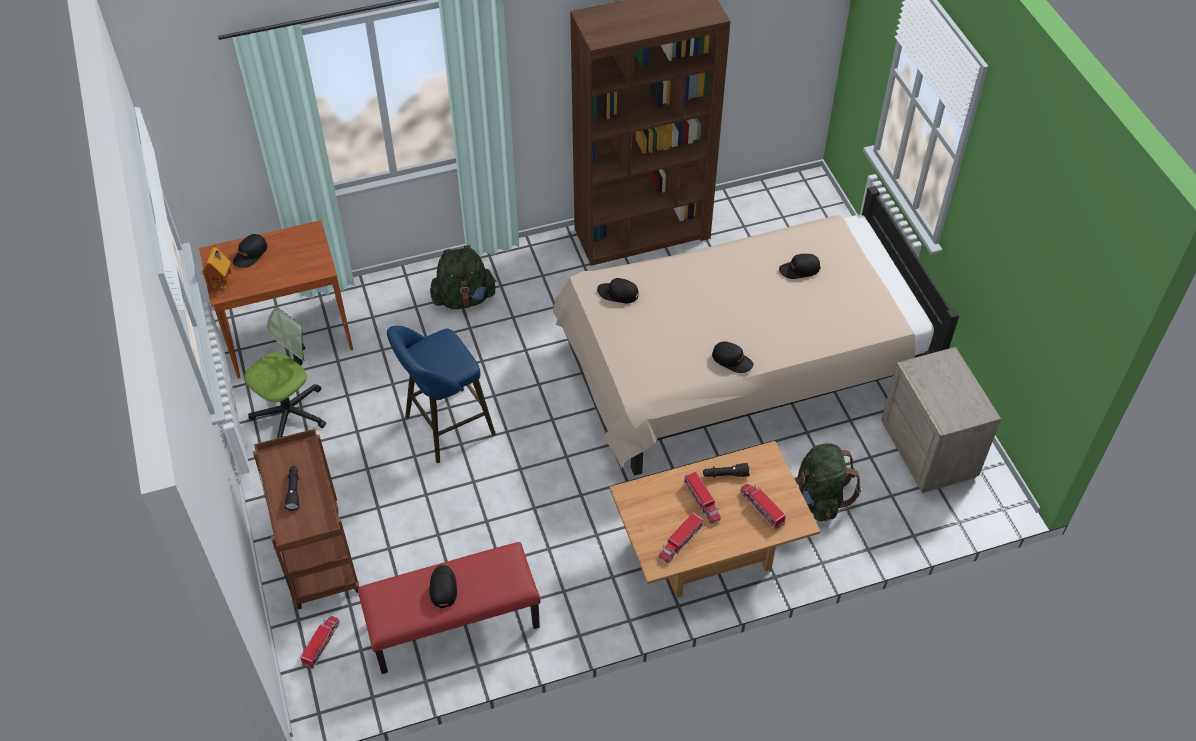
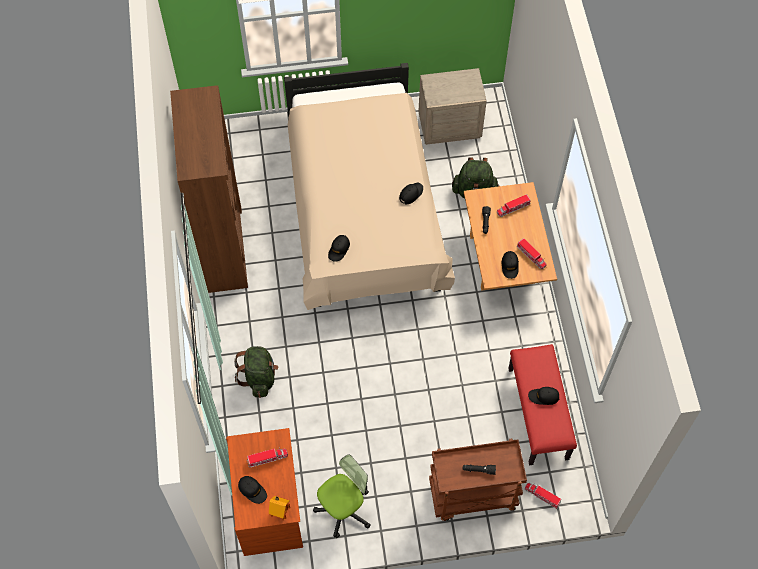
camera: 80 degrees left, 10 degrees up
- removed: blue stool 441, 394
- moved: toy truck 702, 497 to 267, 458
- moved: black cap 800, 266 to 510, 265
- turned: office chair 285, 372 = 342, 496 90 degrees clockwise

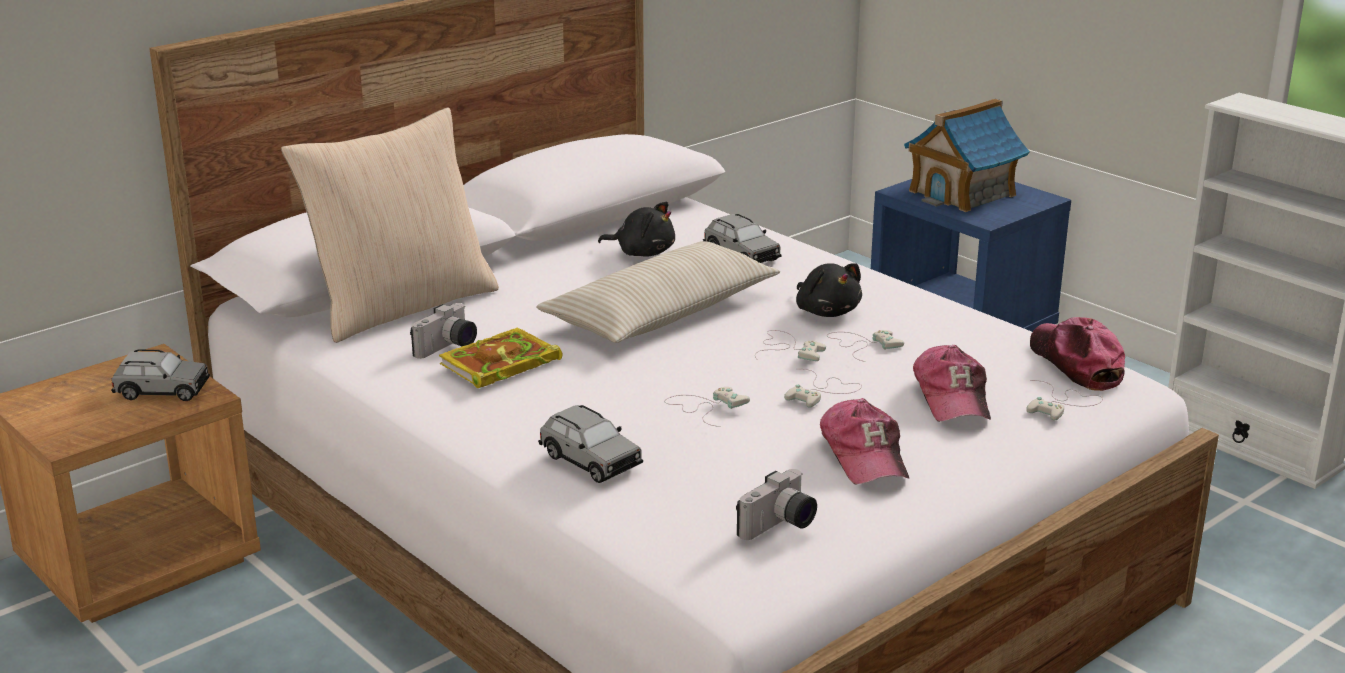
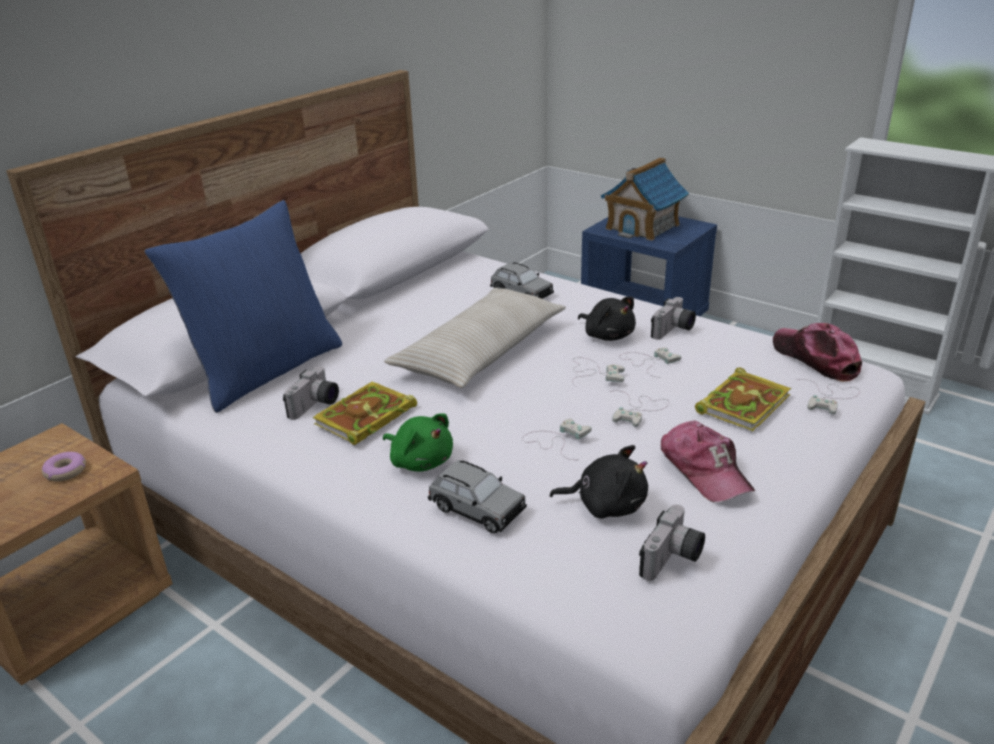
camera: 10 degrees left, 5 degrees up
- added: green plush toy 418, 442
- added: photo camera 673, 318
- moved: black plush toy 636, 229 to 599, 482
- replaced: grey toy car 160, 375 to donut 64, 466
- replaced: cap 952, 383 to book 743, 399
- recoloured: beige pillow 390, 225 to blue pillow 243, 306

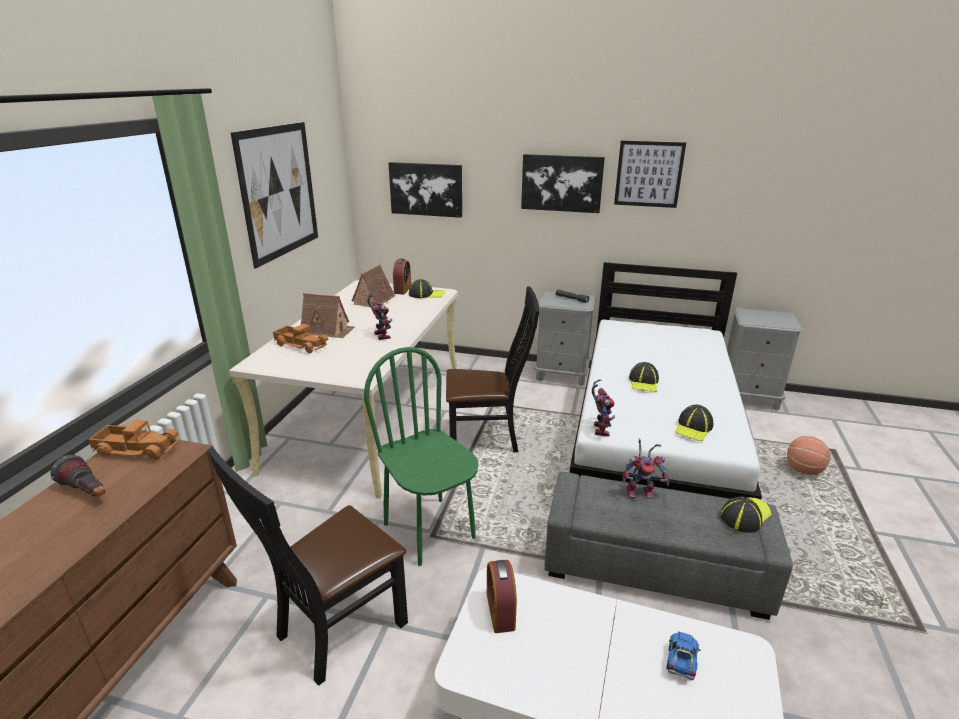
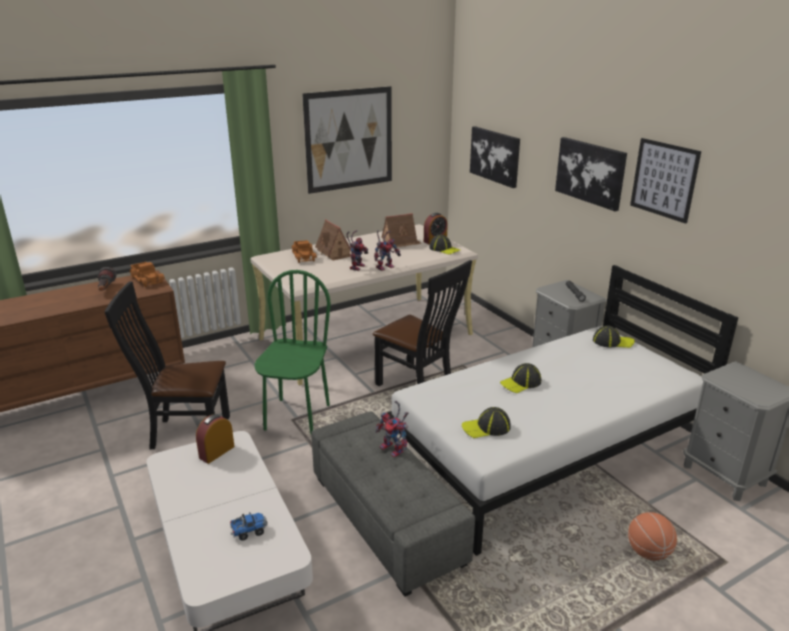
camera: 45 degrees right, 0 degrees up
- moved: toy robot 603, 407 to 387, 250
- moved: cap 745, 515 to 614, 337

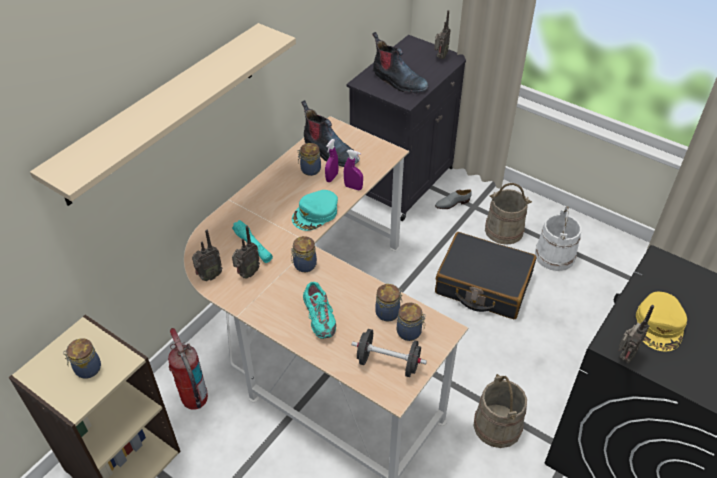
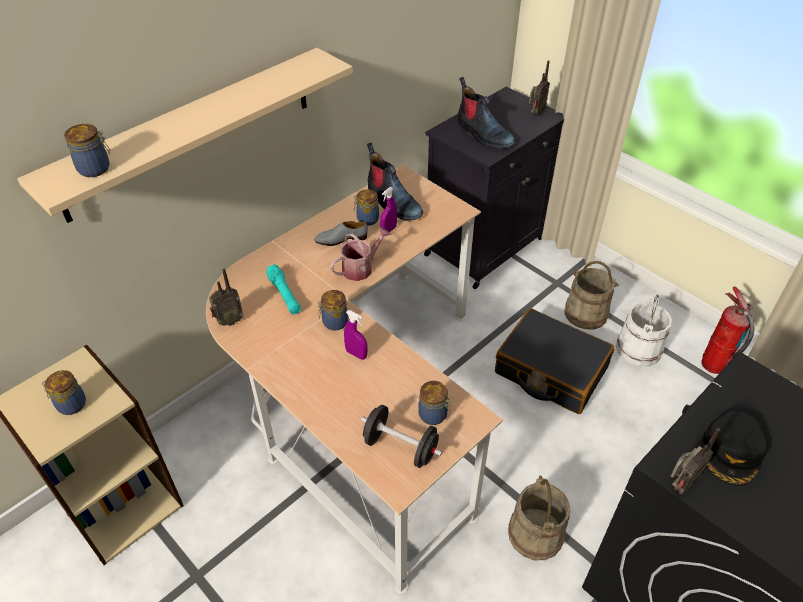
camera: 10 degrees right, 0 degrees up
- removed: radio 246, 252
- removed: turquoise shoe 319, 310
- moved: fire extinguisher 188, 369 to 728, 330
- moved: purple spray bottle 353, 170 to 356, 335
- moved: jar 388, 303 to 87, 150
- moved: grey shoe 453, 199 to 341, 233
- replaced: turquoise cap 315, 210 to watering can 360, 254
- recoloured: yellow cap 661, 322 to black cap 735, 448

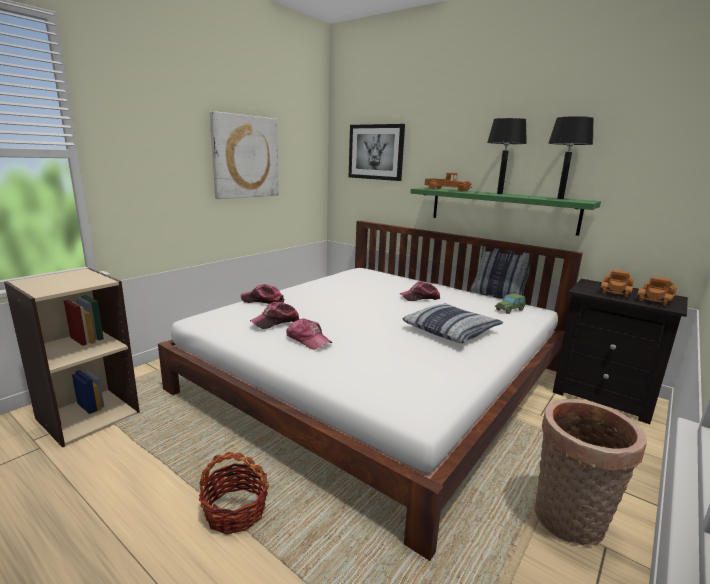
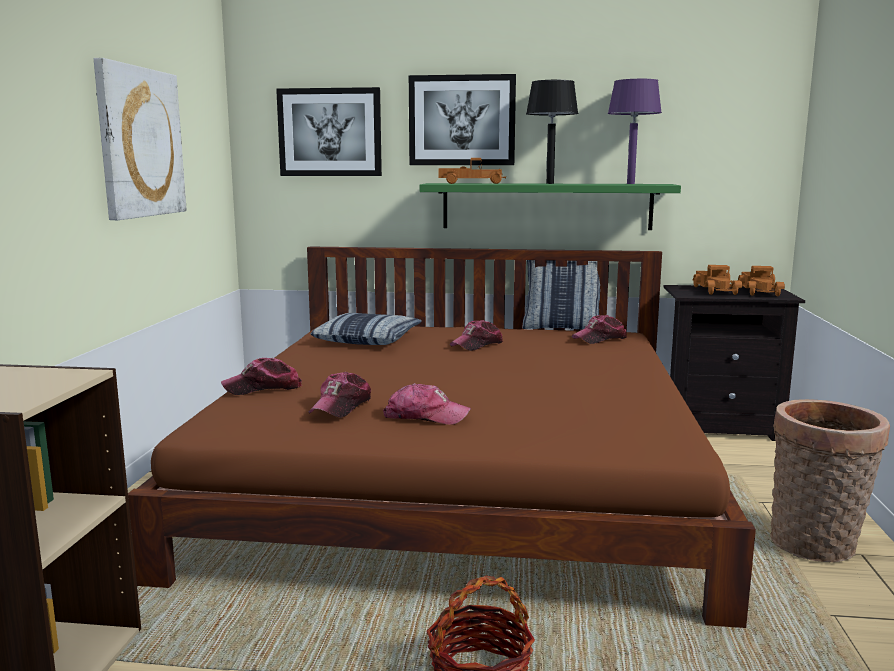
camera: 30 degrees left, 5 degrees down
- added: picture 462, 119
- moved: pillow 452, 323 to 366, 329
- replaced: toy car 510, 303 to cap 599, 329
- recoloured: white bed 370, 391 to brown bed 442, 437
- recoloured: black table lamp 571, 157 to purple table lamp 635, 131

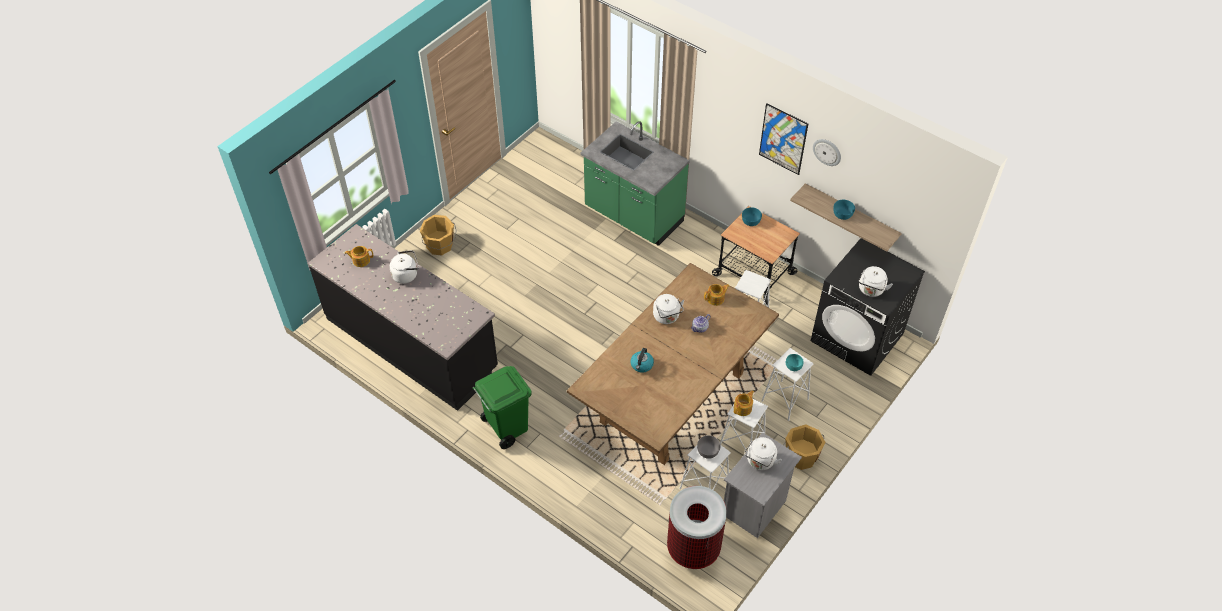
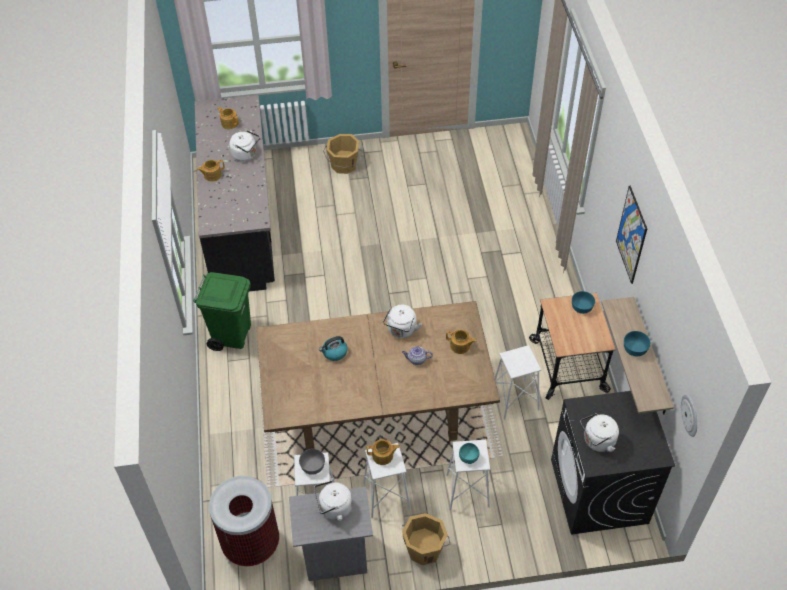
camera: 45 degrees right, 0 degrees up
- removed: green counter 635, 183
- added: teapot 211, 171
- moved: wall clock 827, 152 to 689, 415

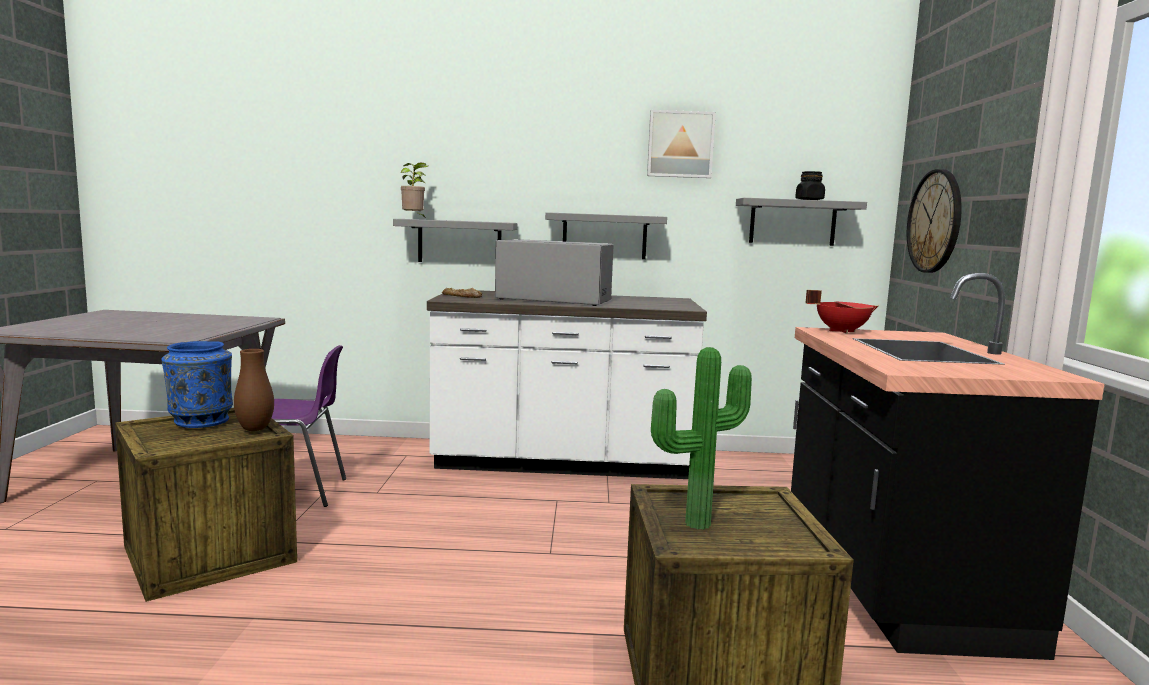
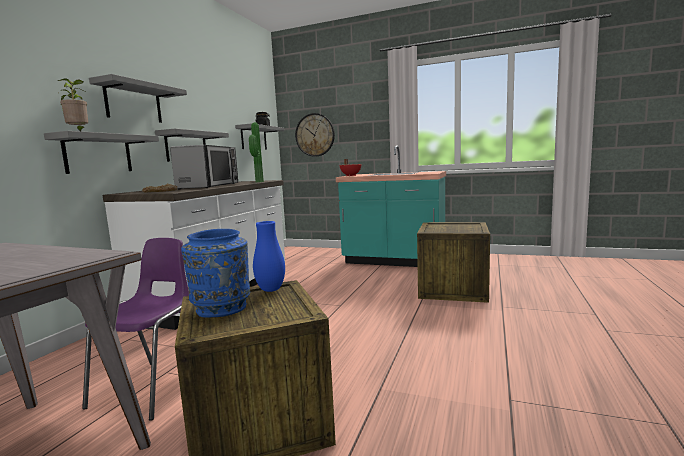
camera: 70 degrees left, 0 degrees up
- removed: picture 681, 144
- added: grey shelf 138, 98
- moved: potted plant 701, 438 to 256, 152
- recoloured: brown vase 254, 390 to blue vase 269, 256
- recoloured: black counter 947, 466 to turquoise counter 391, 206
- turned: microwave 554, 272 = 204, 167 150 degrees clockwise

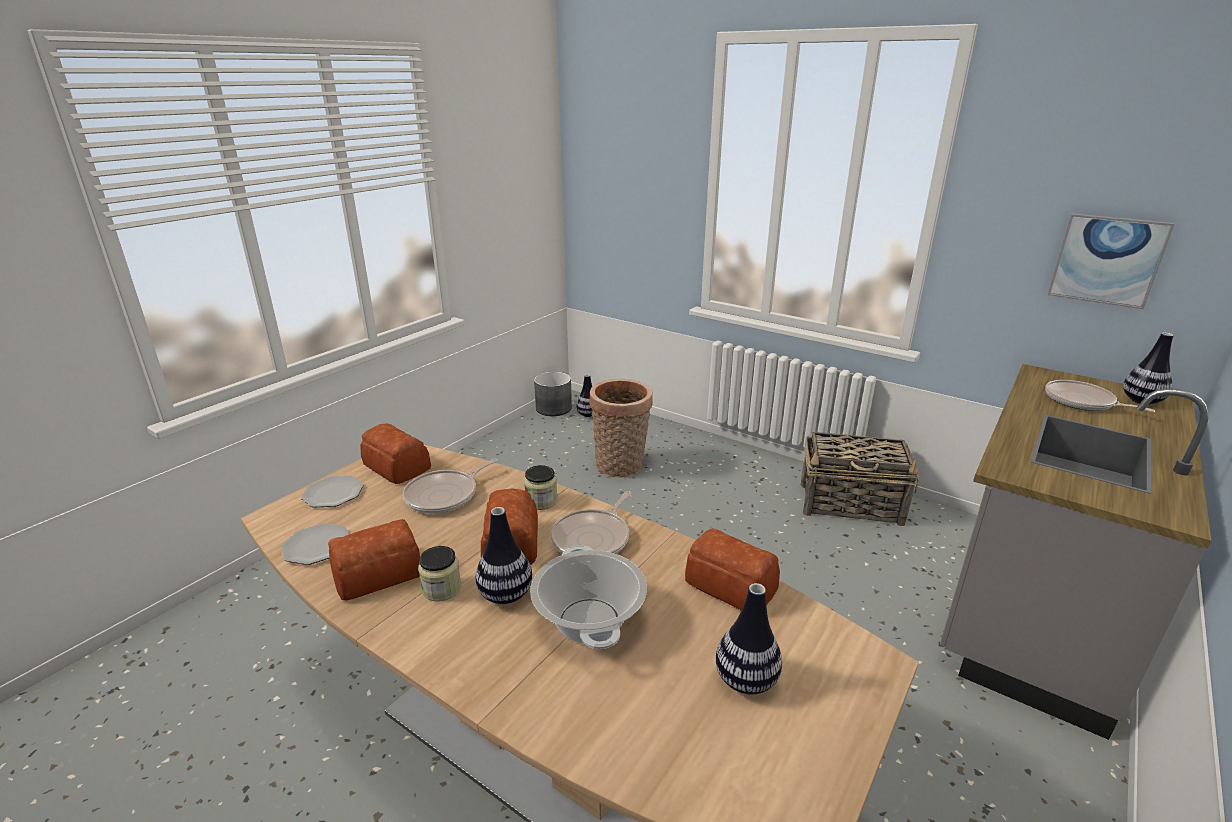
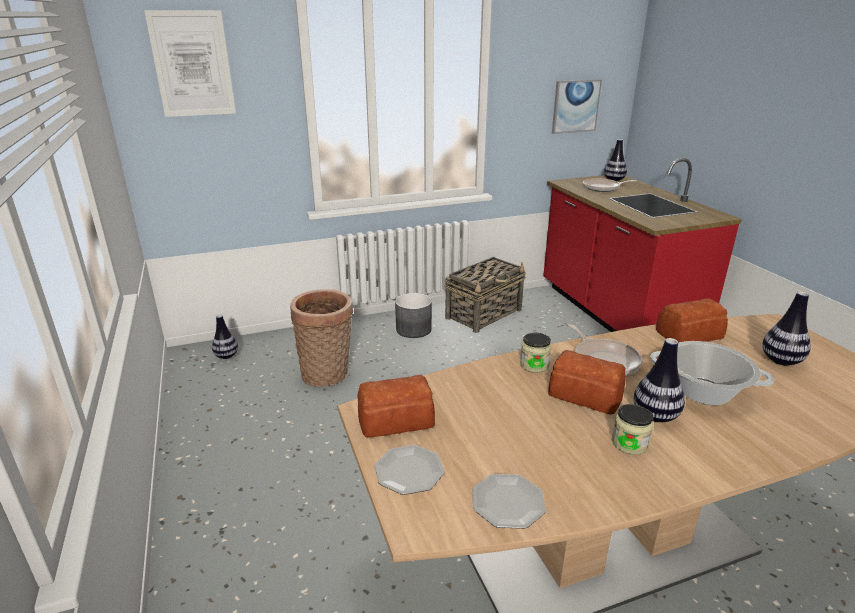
camera: 55 degrees left, 0 degrees up
- removed: bread 374, 559
- removed: frying pan 450, 486
- added: picture 190, 63
- moved: grey planter 553, 394 to 413, 315
- recoloured: grey counter 1075, 552 to red counter 642, 245

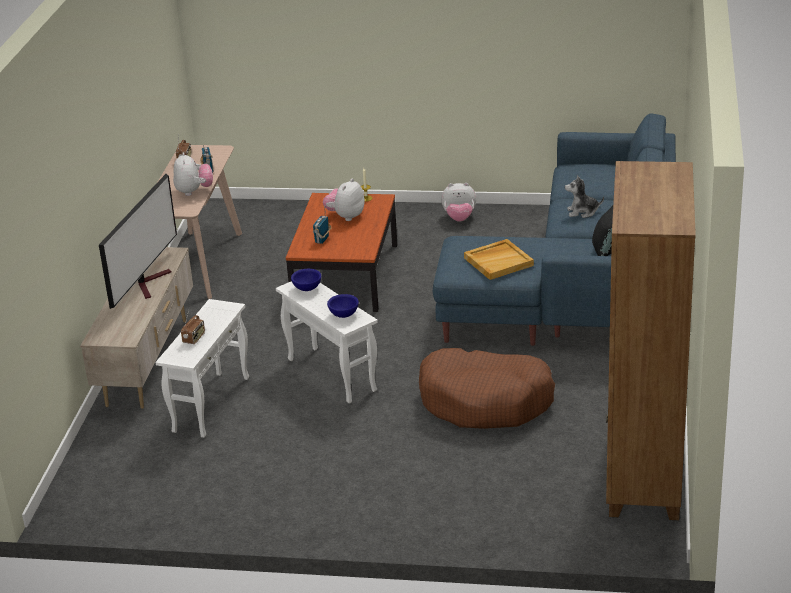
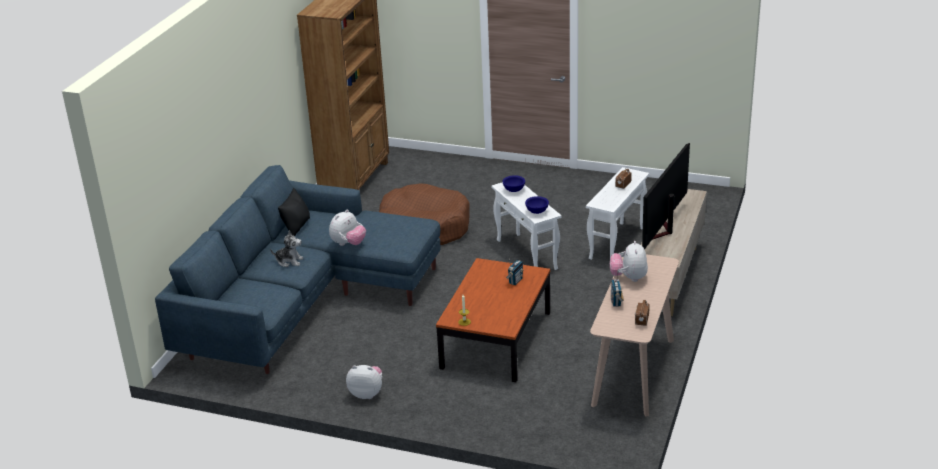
camera: 170 degrees left, 0 degrees up
- removed: beige tray 499, 259
- moved: plush toy 344, 200 to 347, 227

